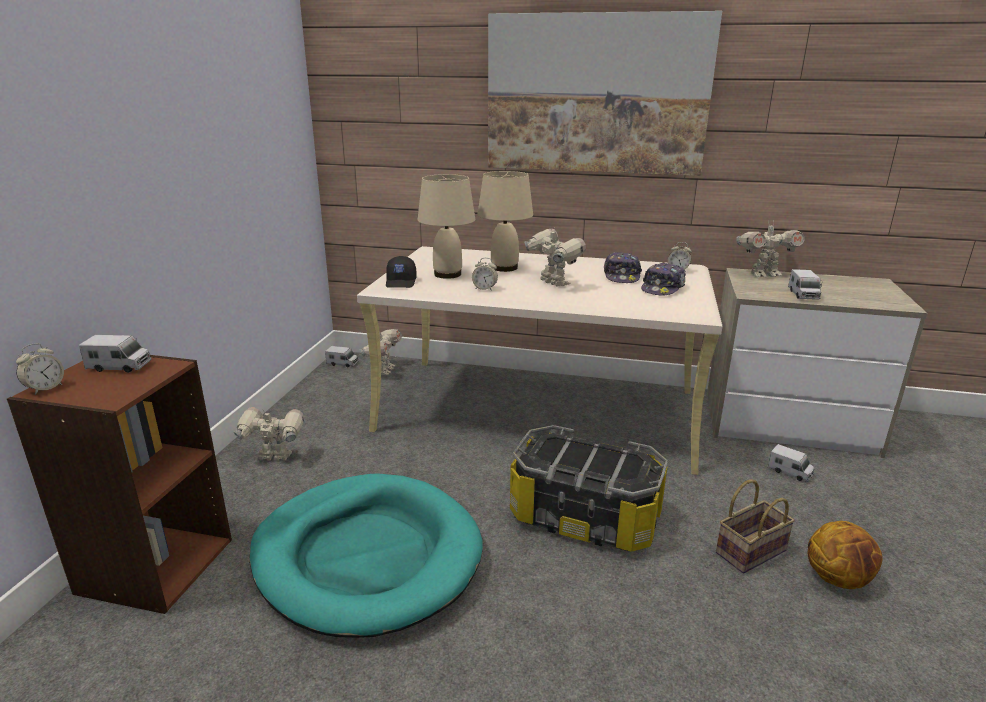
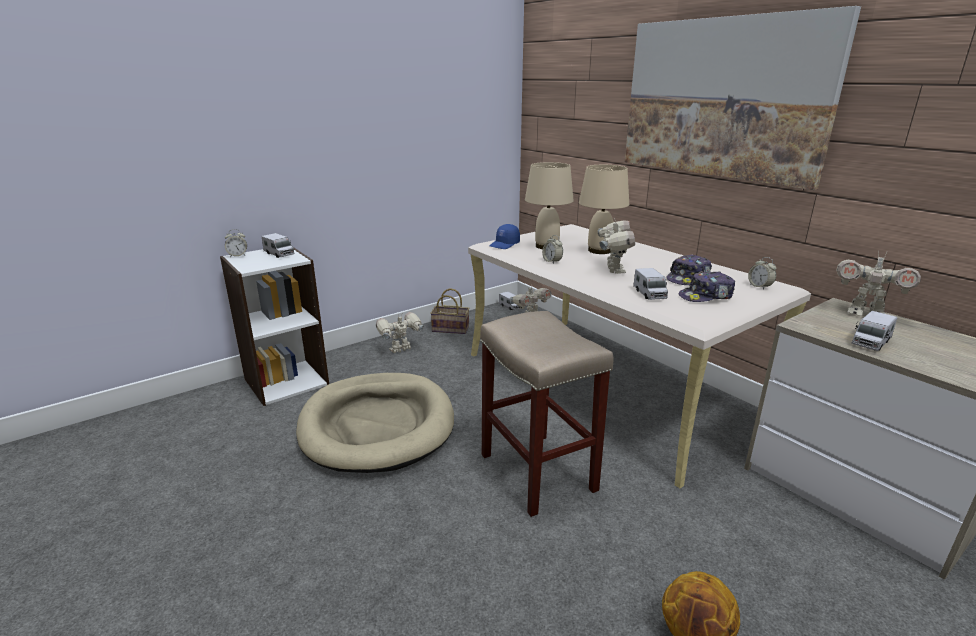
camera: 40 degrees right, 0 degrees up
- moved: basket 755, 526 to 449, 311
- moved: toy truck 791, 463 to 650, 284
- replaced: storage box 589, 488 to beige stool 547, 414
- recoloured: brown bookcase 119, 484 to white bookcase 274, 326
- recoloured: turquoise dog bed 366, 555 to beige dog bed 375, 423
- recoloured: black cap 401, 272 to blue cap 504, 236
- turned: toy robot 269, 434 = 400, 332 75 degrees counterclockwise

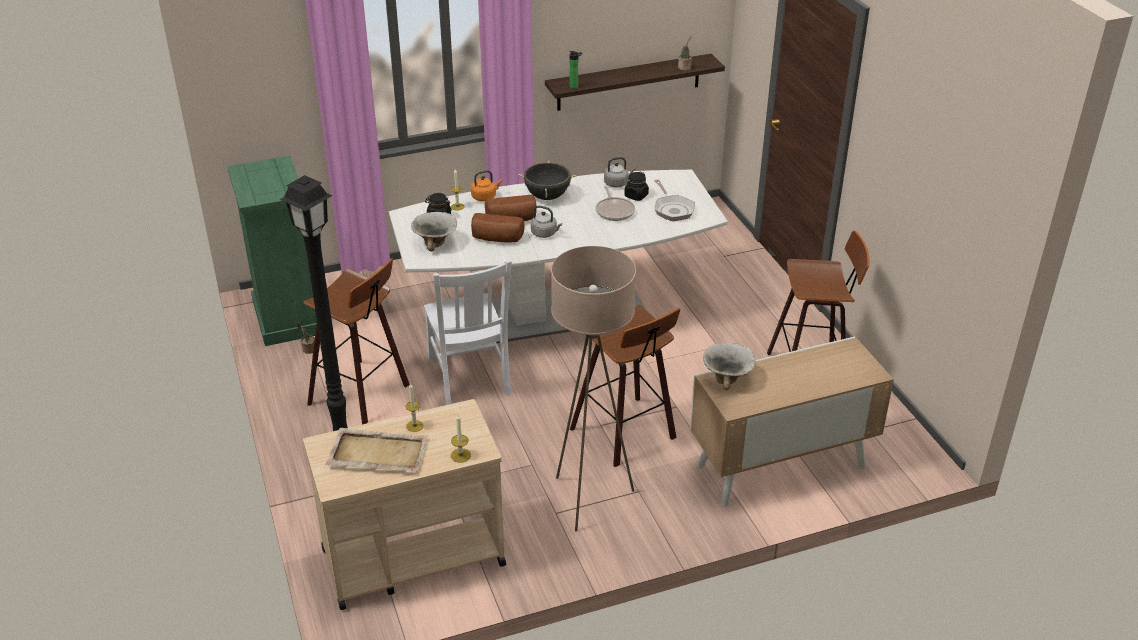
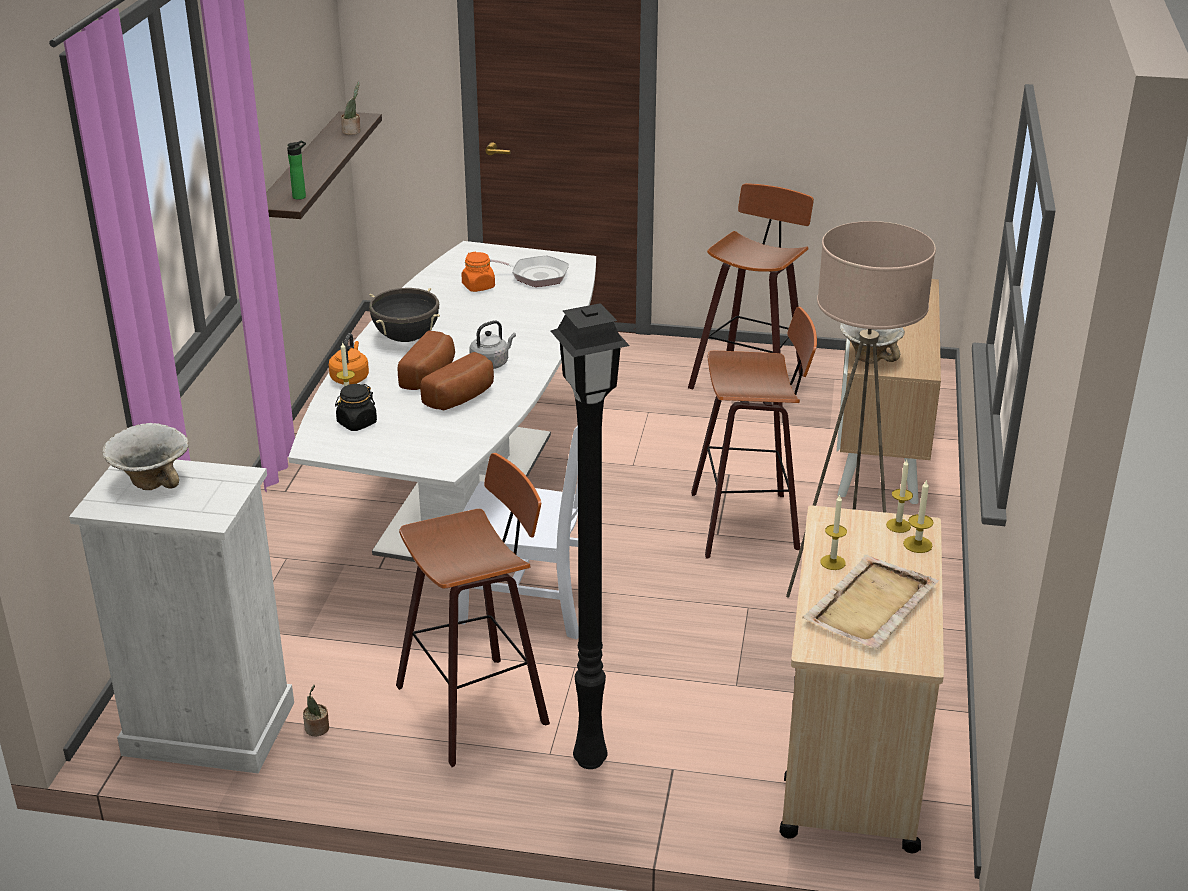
camera: 60 degrees left, 5 degrees down
- removed: frying pan 615, 203
- removed: grey kettle 620, 172
- added: candle 899, 496
- moved: bowl 434, 231 to 145, 456
- recoloured: green dresser 272, 251 to white dresser 181, 616
- recoloured: black jar 636, 186 to orange jar 478, 272

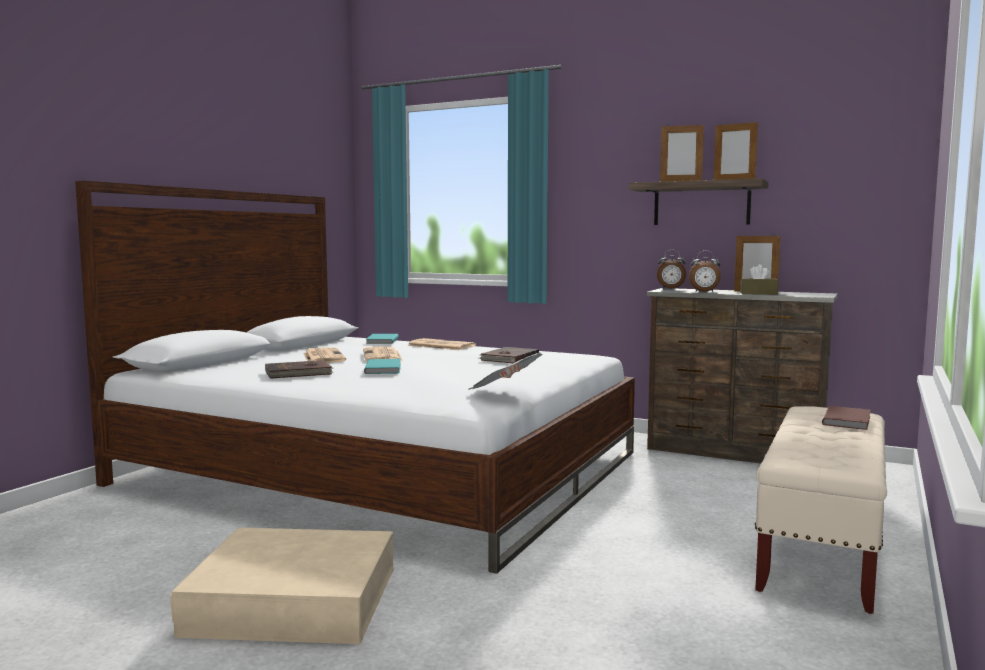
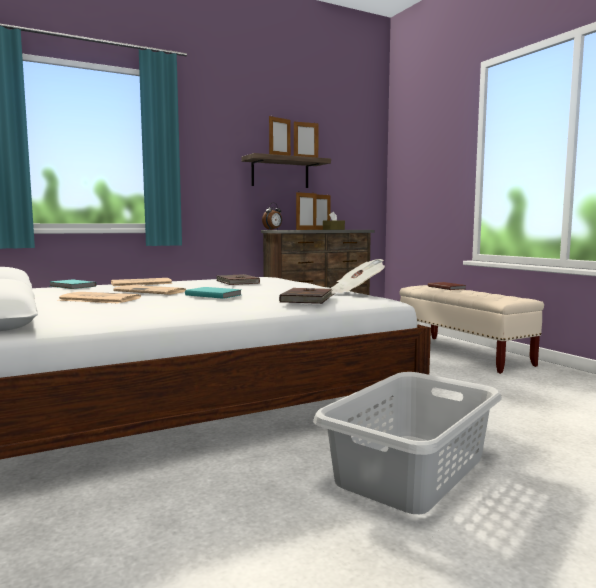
camera: 55 degrees left, 0 degrees up
- moved: brown book 299, 369 to 307, 296
- replaced: beige storage box 282, 586 to grey laundry basket 407, 443
- replaced: alarm clock 705, 271 to picture frame 306, 210

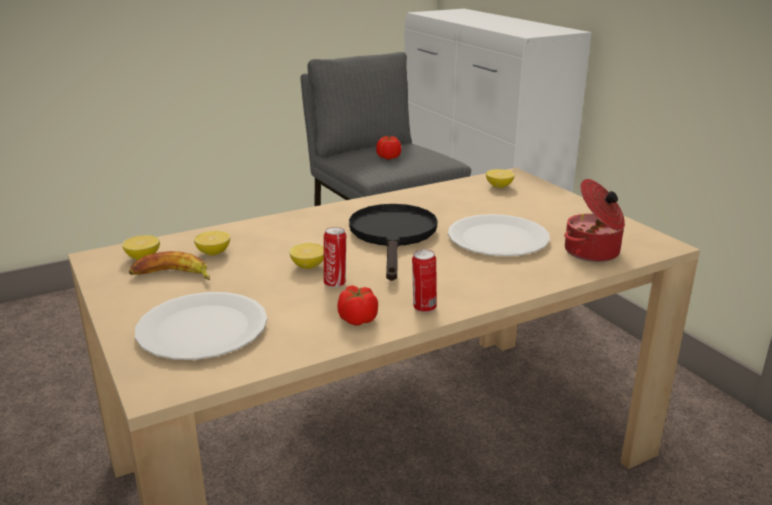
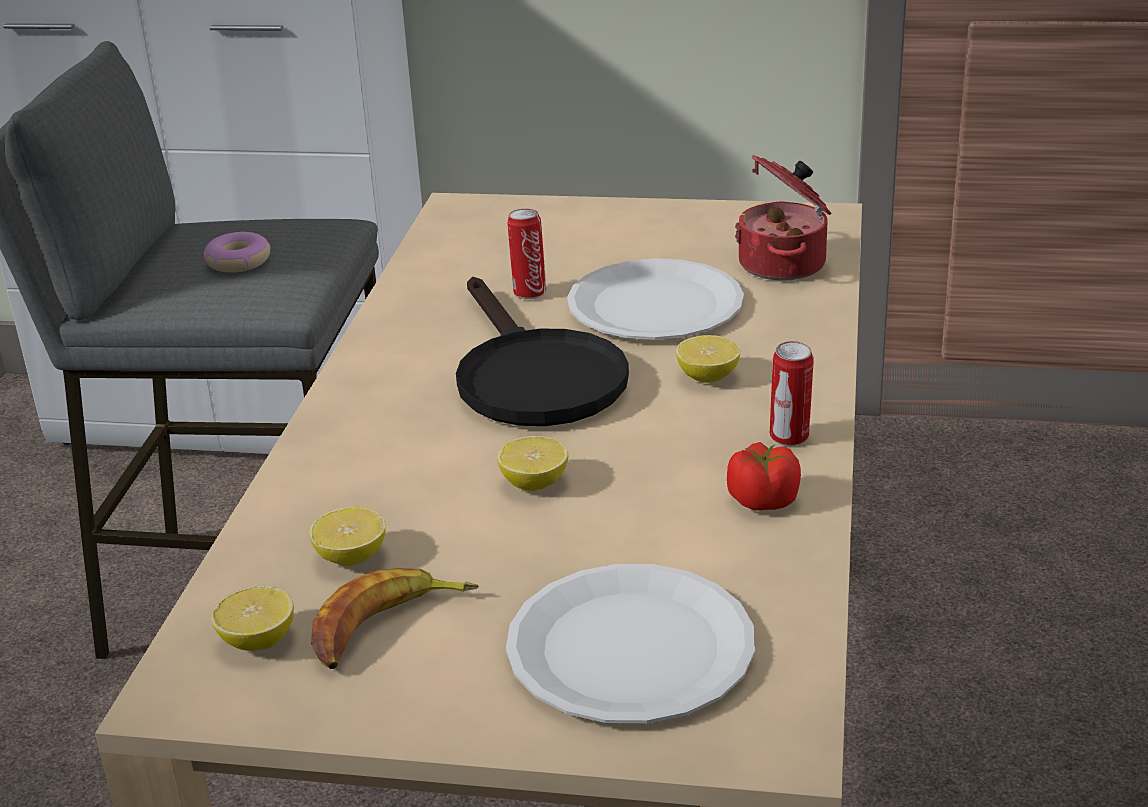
camera: 50 degrees left, 5 degrees up
- moved: can 335, 257 to 526, 254
- moved: lemon 500, 178 to 708, 359
- replaced: tomato 388, 148 to donut 237, 252
- turned: black frying pan 393, 242 = 542, 351 150 degrees counterclockwise

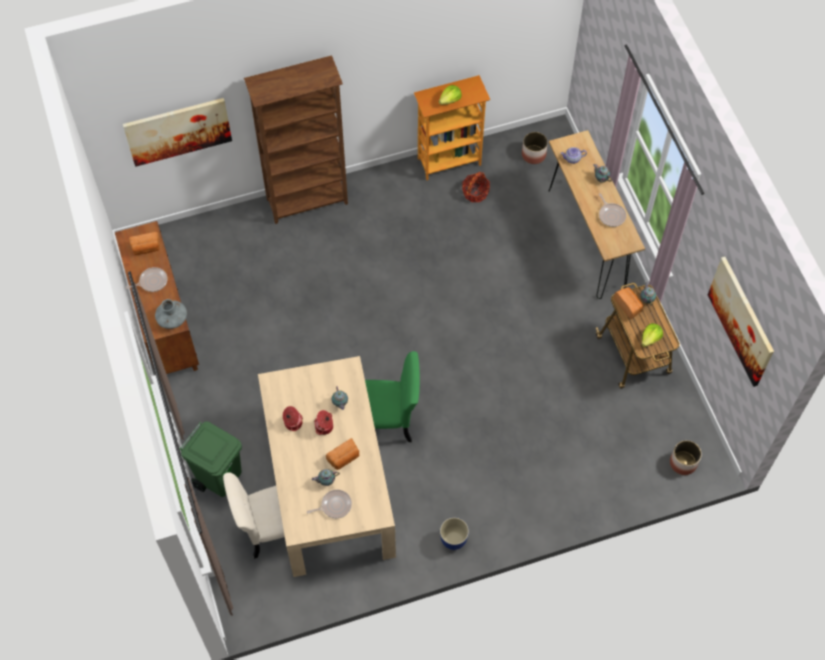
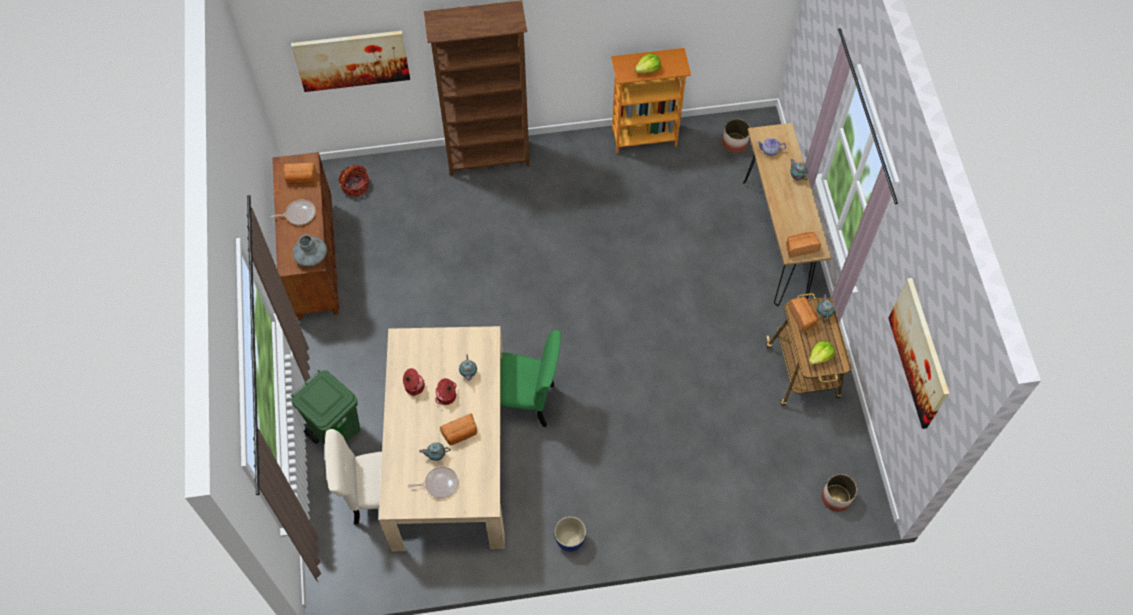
camera: 10 degrees right, 0 degrees up
- removed: frying pan 612, 210
- added: bread 803, 244
- moved: basket 476, 187 to 353, 180

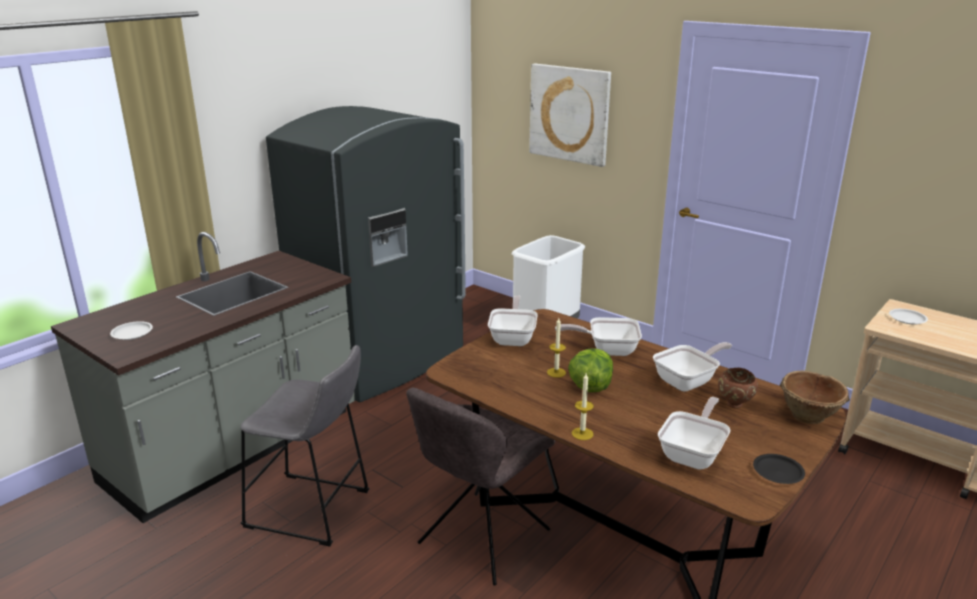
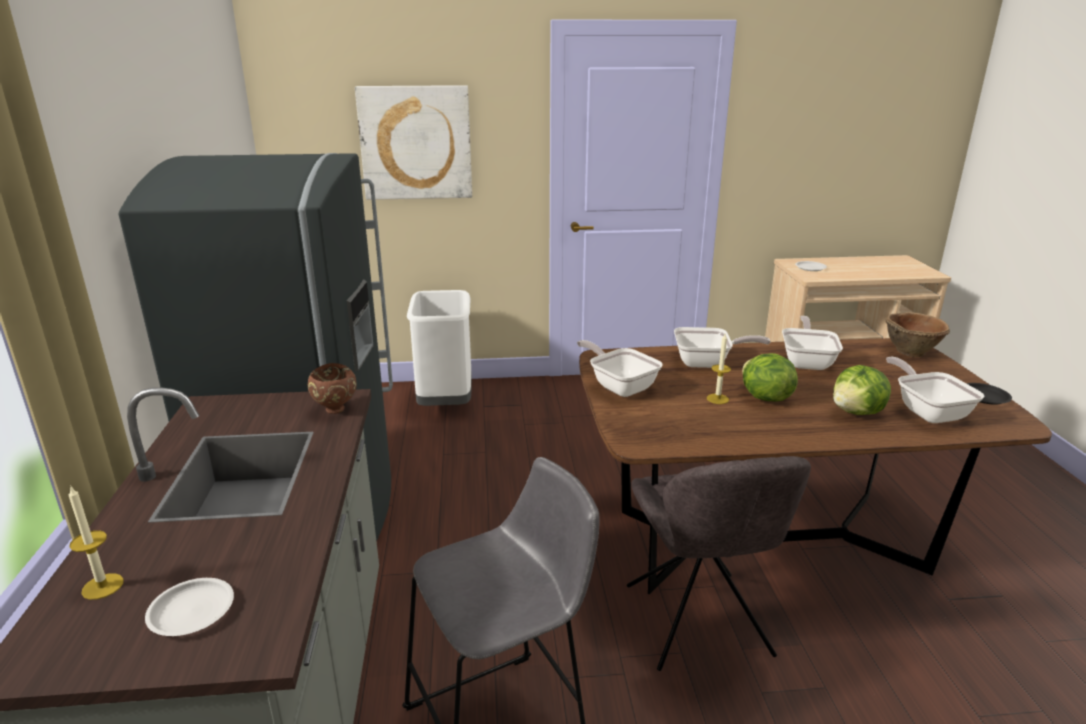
camera: 45 degrees left, 0 degrees up
- added: lettuce 862, 390
- moved: candle 583, 406 to 96, 543
- moved: brown bowl 738, 388 to 332, 388
- turned: frying pan 598, 336 = 722, 347 135 degrees counterclockwise

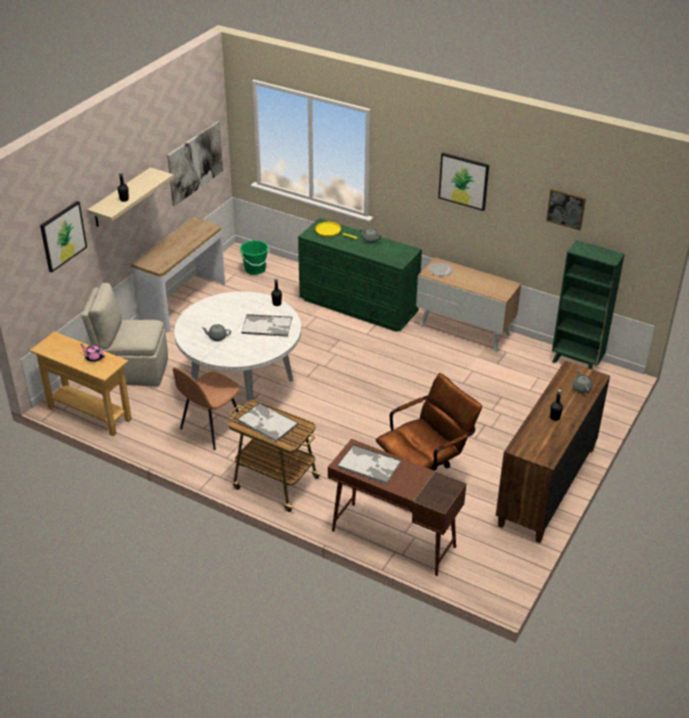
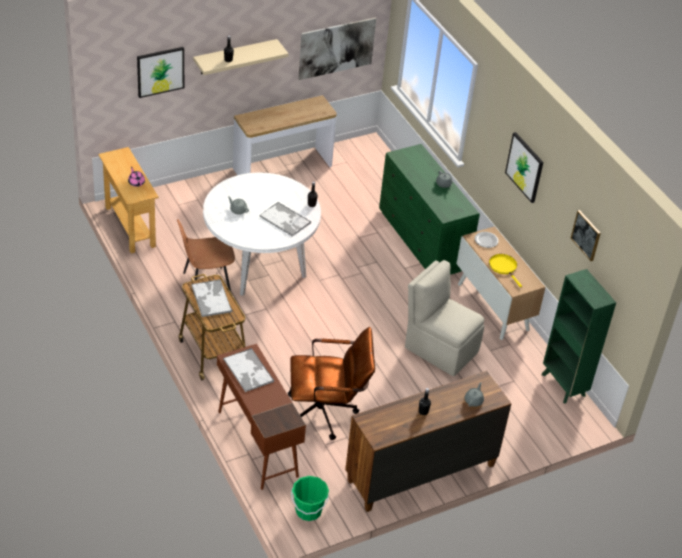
camera: 30 degrees right, 5 degrees up
- moved: beige chair 125, 335 to 444, 318
- moved: green bucket 254, 257 to 310, 498
- moved: yellow frying pan 336, 230 to 505, 270

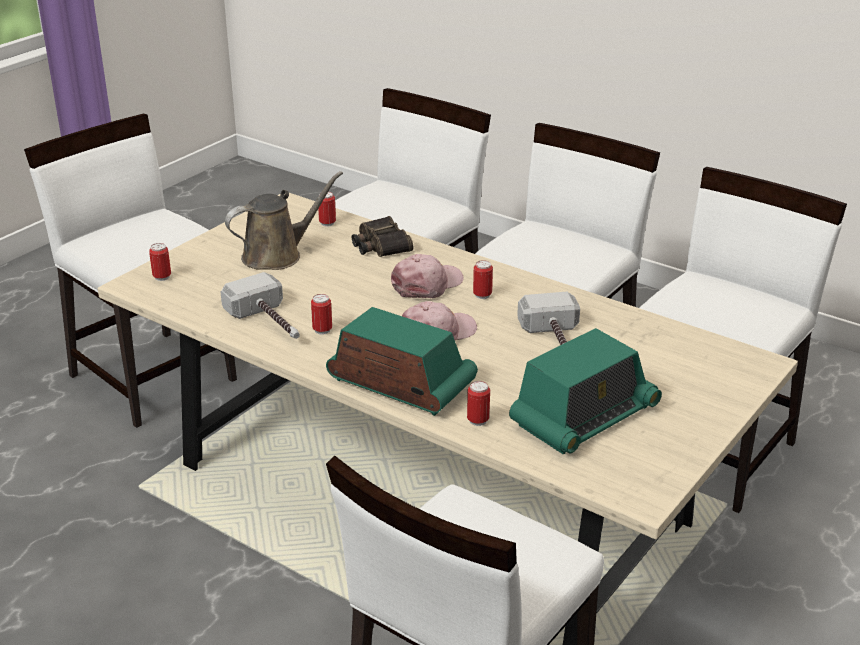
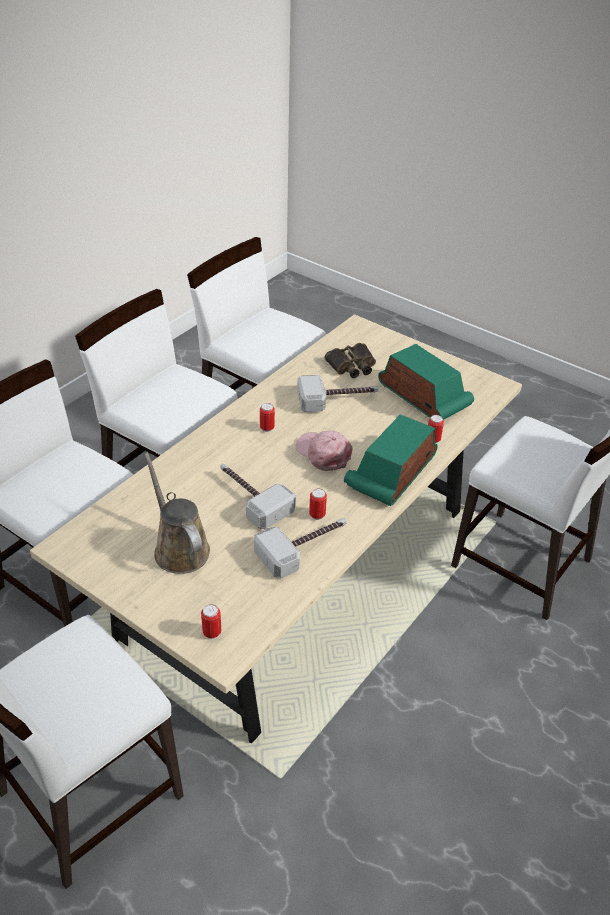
camera: 90 degrees left, 10 degrees up
- removed: can 327, 209
- removed: pink cap 427, 276
- added: hammer 258, 496
- moved: binoculars 383, 236 to 350, 360

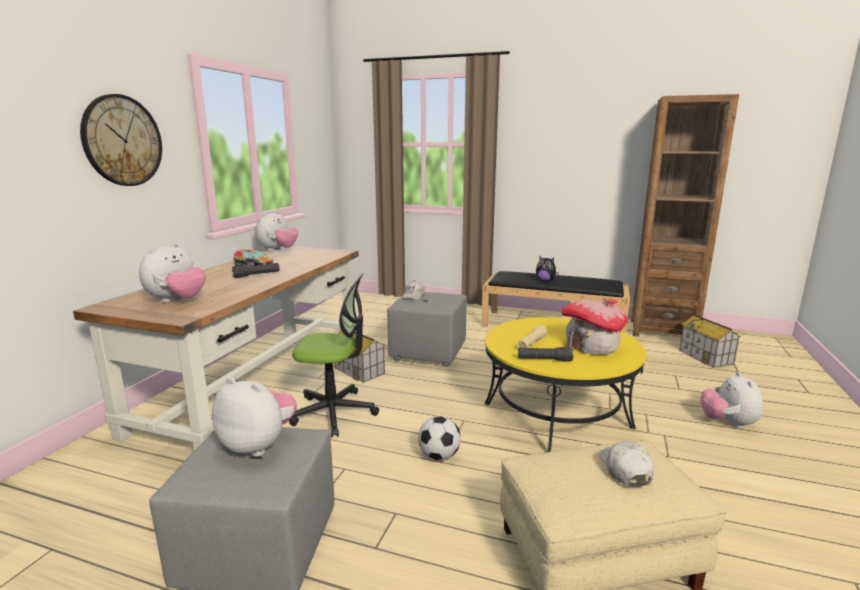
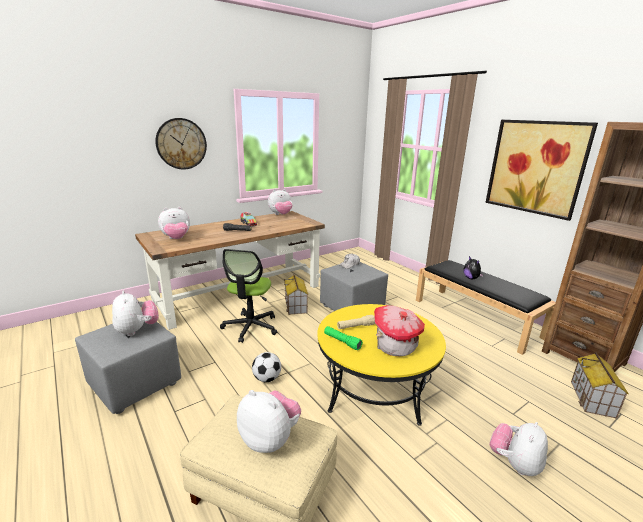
camera: 35 degrees right, 5 degrees up
- added: picture 541, 170
- replaced: white cap 627, 464 to plush toy 269, 421
- recoloured: black flashlight 545, 354 to green flashlight 343, 338
- turned: office chair 334, 355 = 248, 296 60 degrees clockwise

